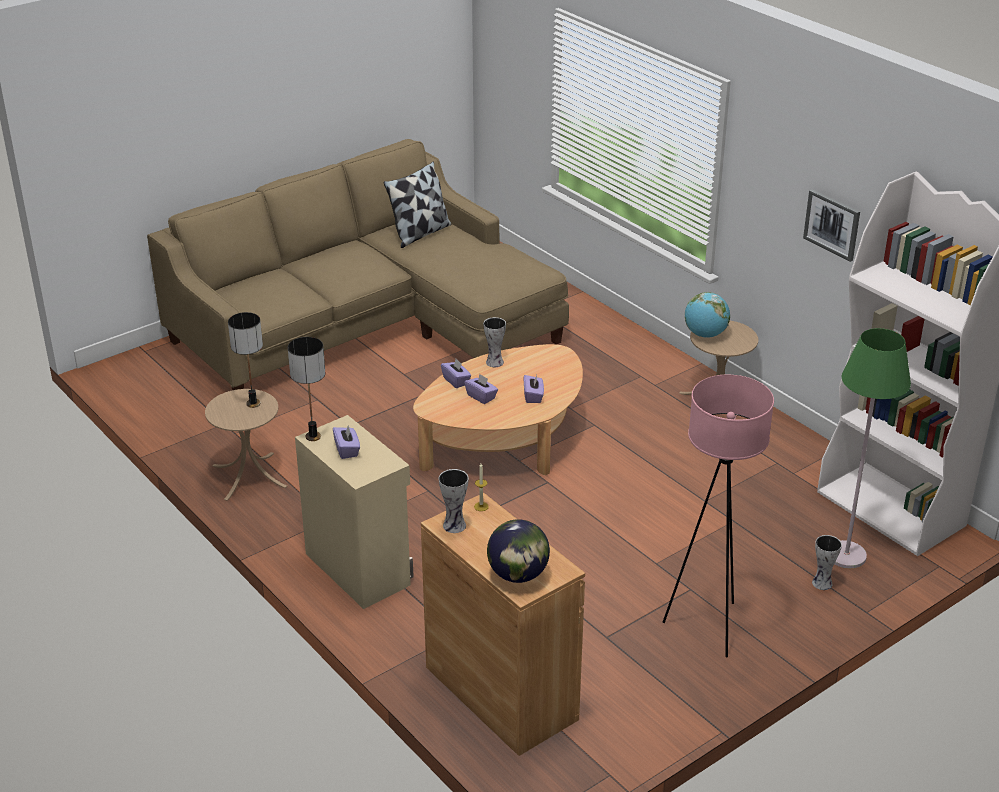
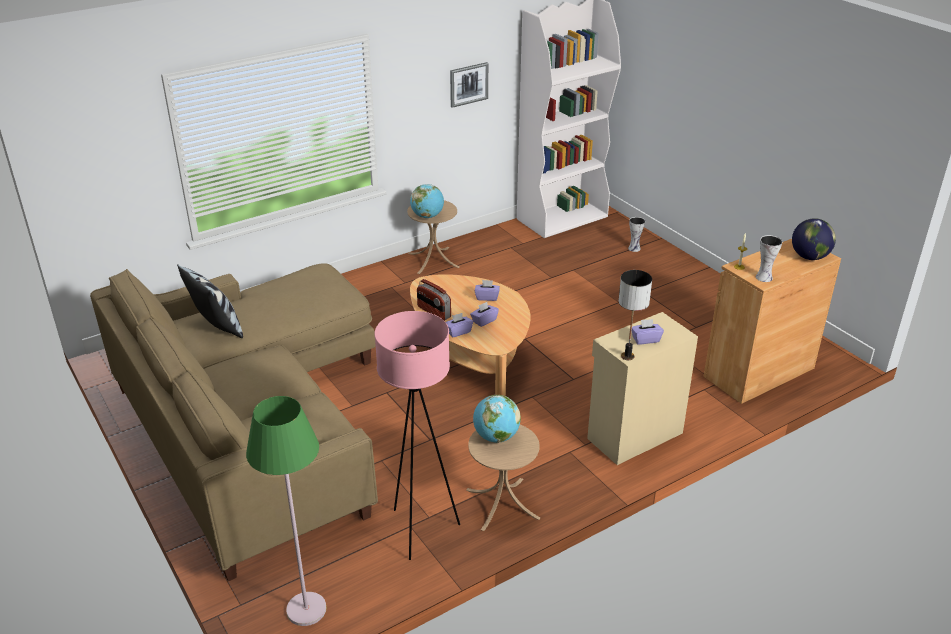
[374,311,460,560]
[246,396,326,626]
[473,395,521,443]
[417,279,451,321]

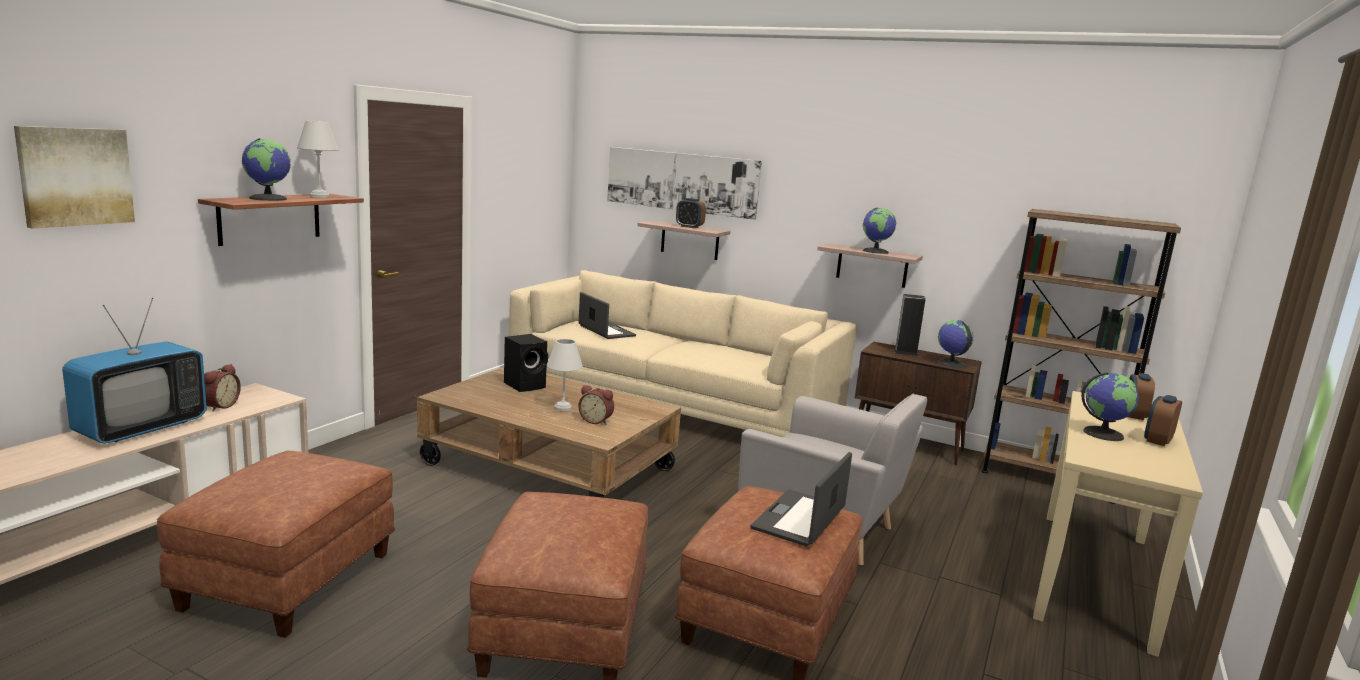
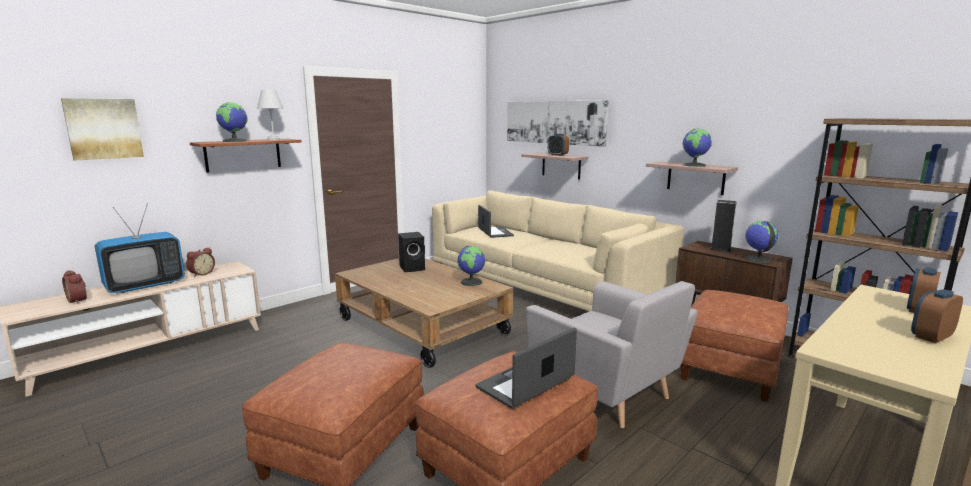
[547,339,583,411] (first image)
[681,290,789,402]
[62,270,87,304]
[457,246,485,286]

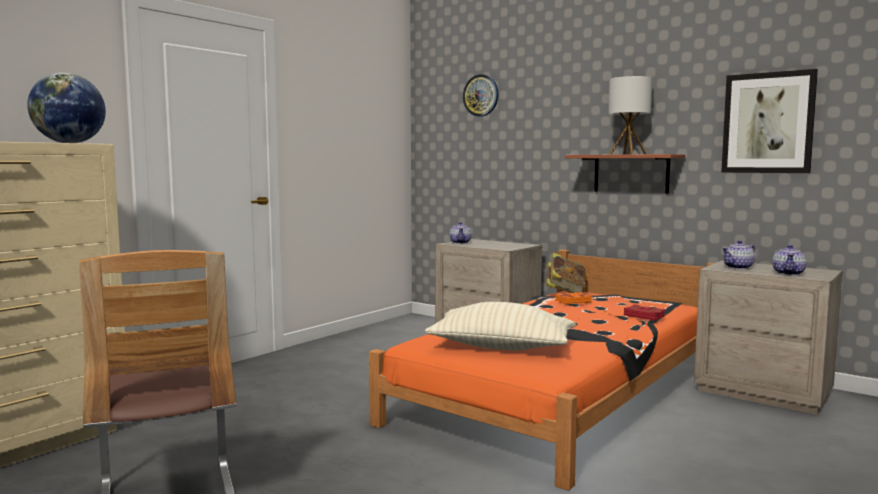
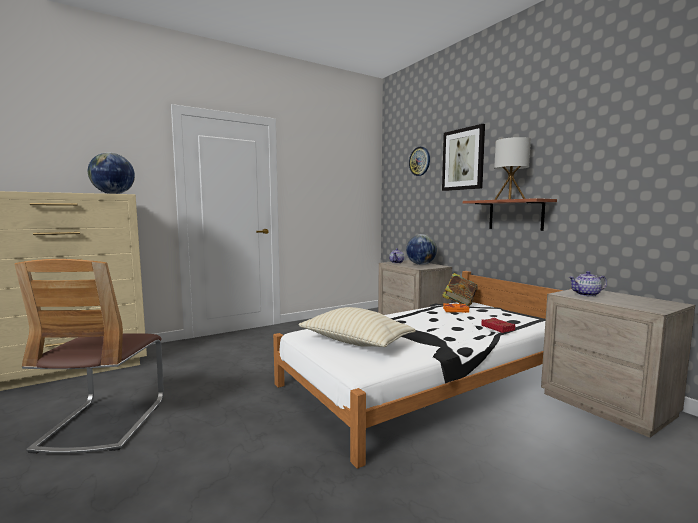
[772,245,807,275] (first image)
[406,234,437,265]
[442,124,485,191]
[273,271,564,469]

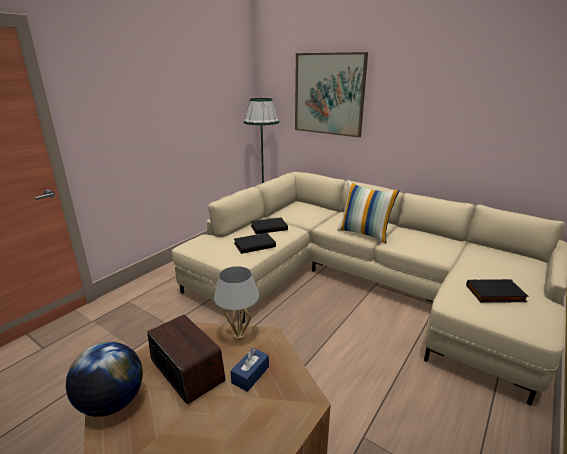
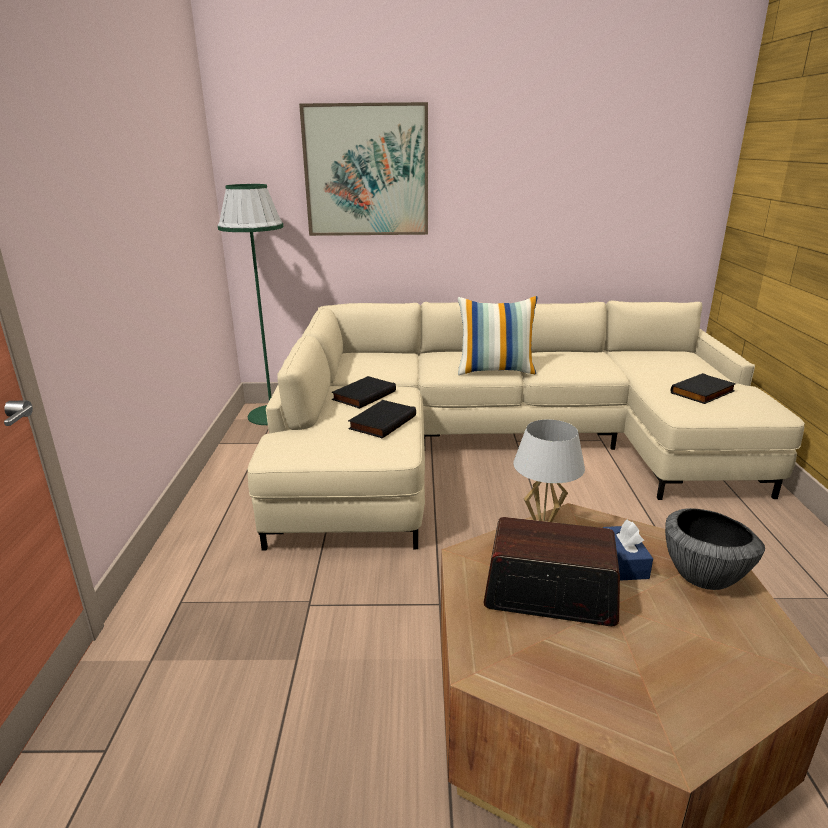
[66,342,143,417] (first image)
[665,508,765,590]

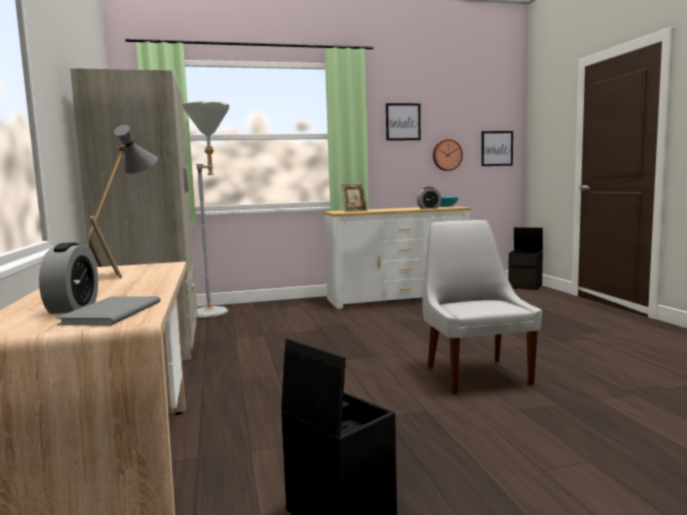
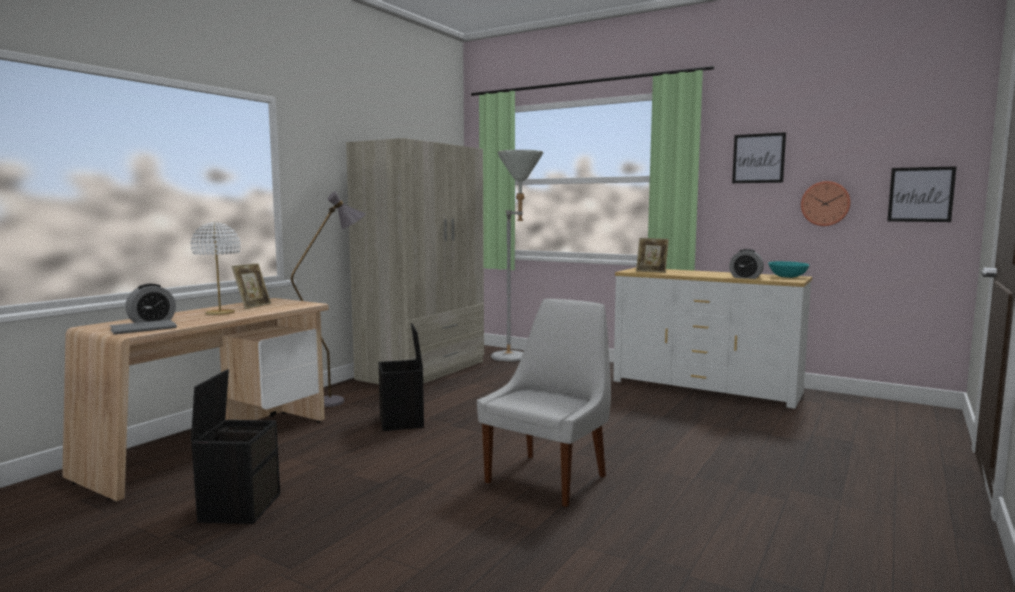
[191,222,241,315]
[379,323,424,431]

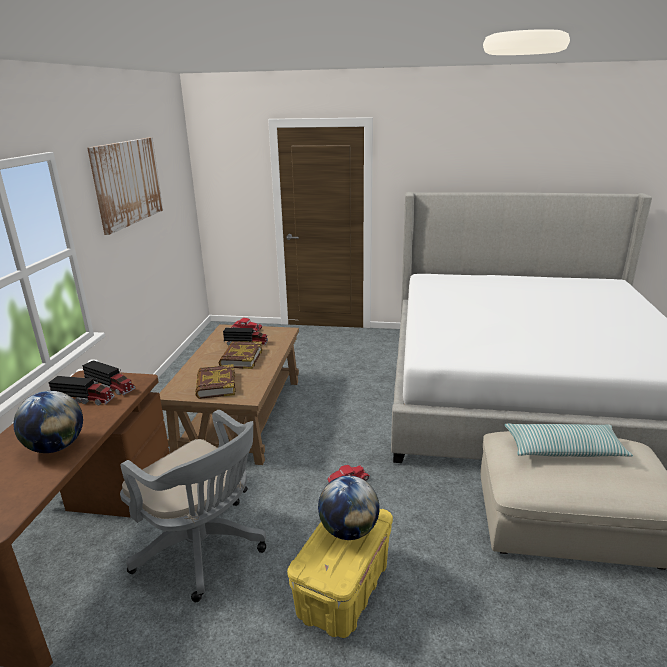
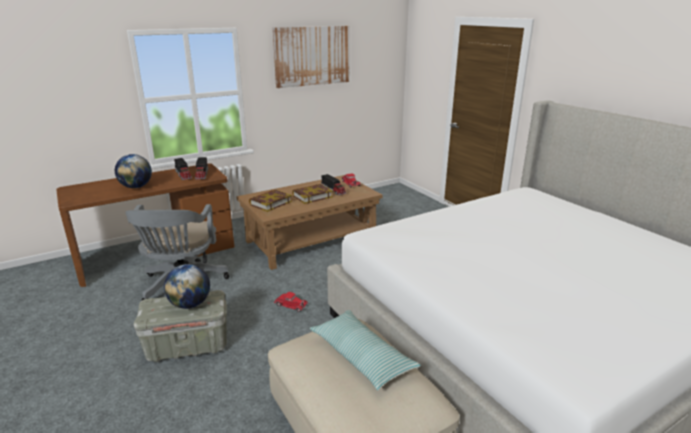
[134,290,227,362]

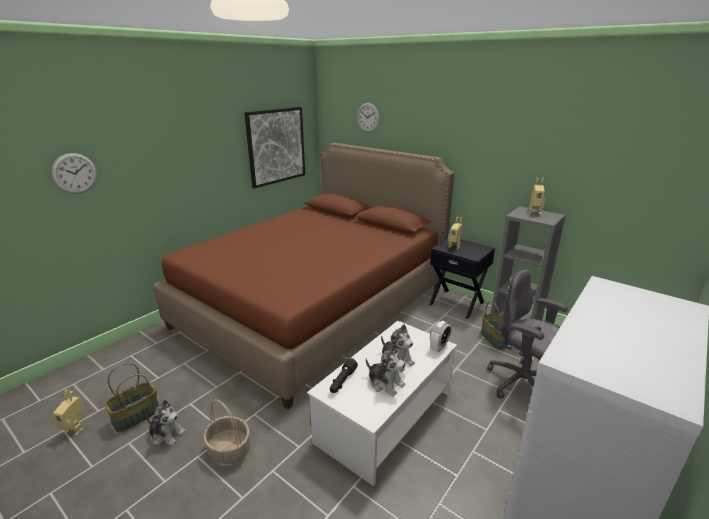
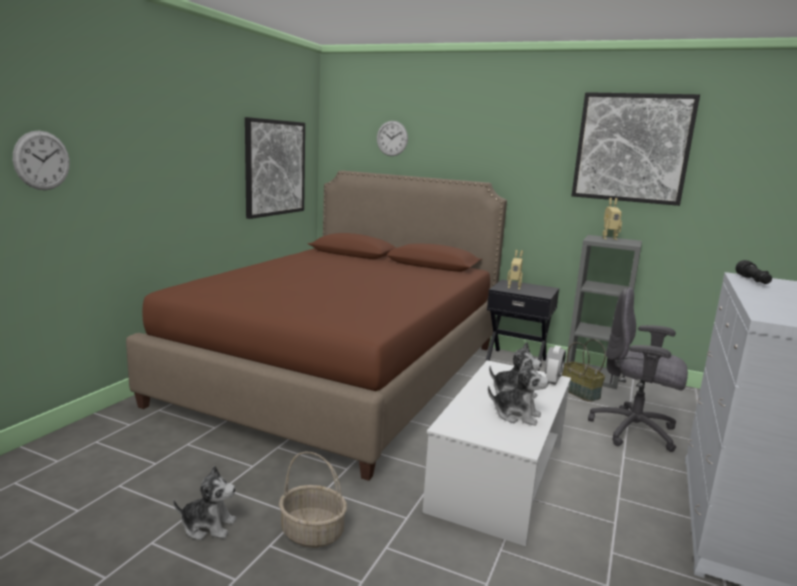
[53,390,84,436] (first image)
[104,363,159,432] (first image)
[572,92,700,206]
[735,260,772,284]

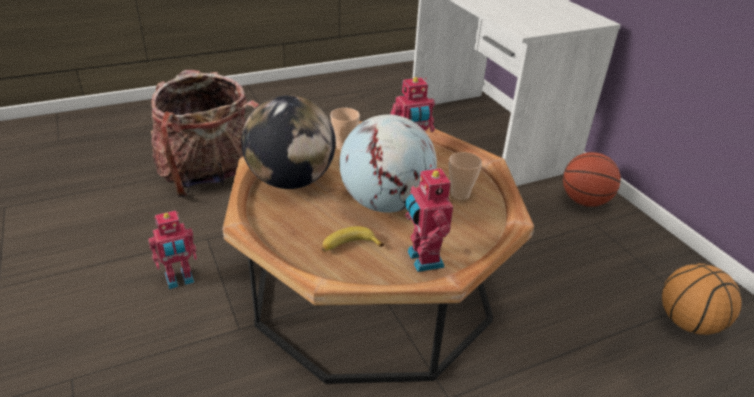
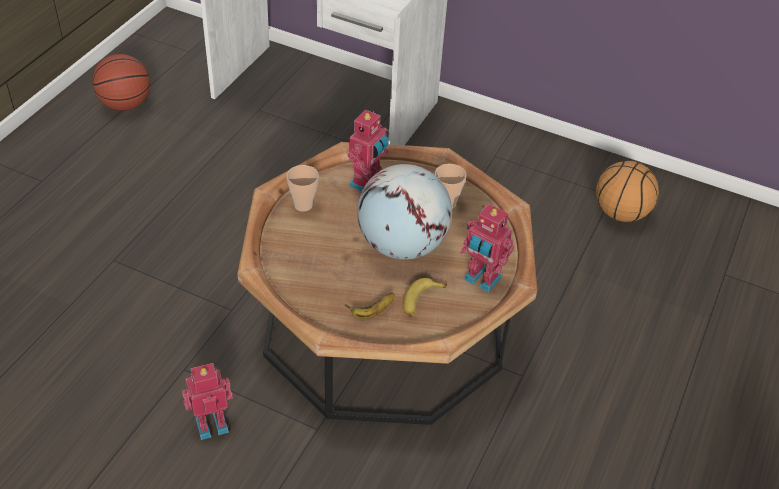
[151,70,259,197] (first image)
[241,95,336,189] (first image)
[344,293,395,319]
[92,54,150,111]
[182,363,233,440]

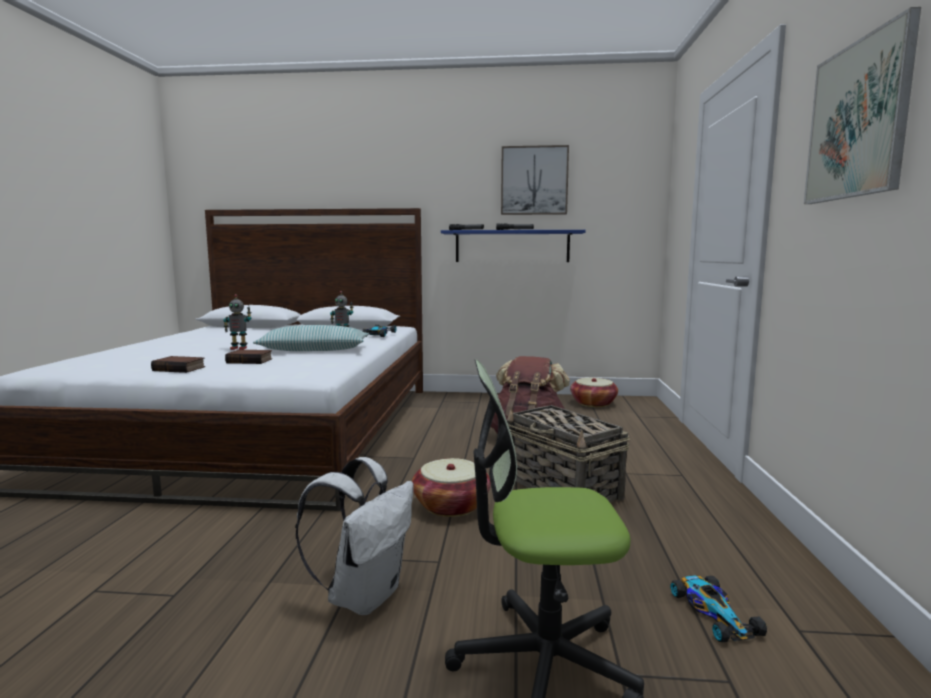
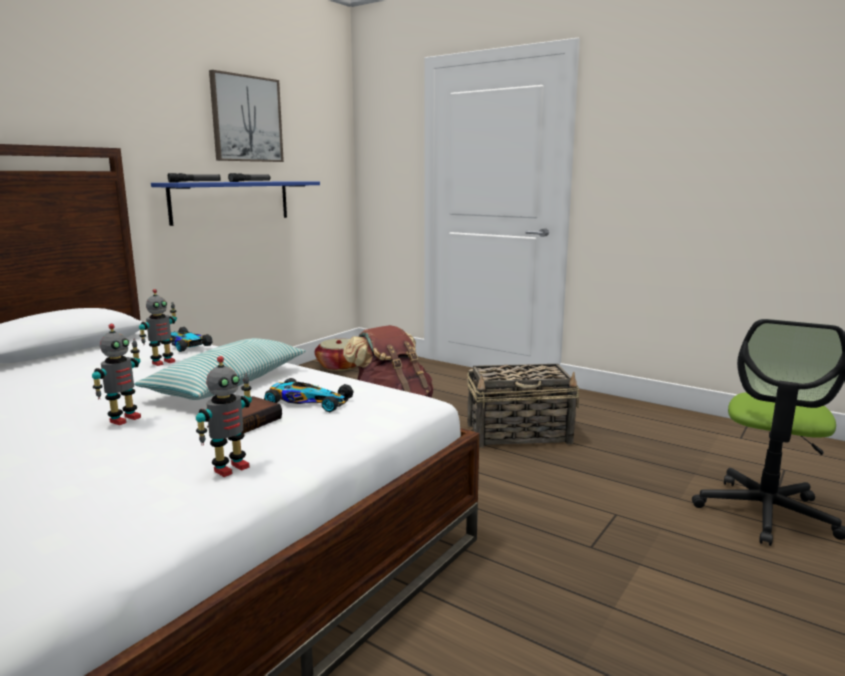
[295,457,414,615] (first image)
[412,458,491,517] (first image)
[804,7,921,204] (first image)
[264,378,354,412]
[196,356,252,477]

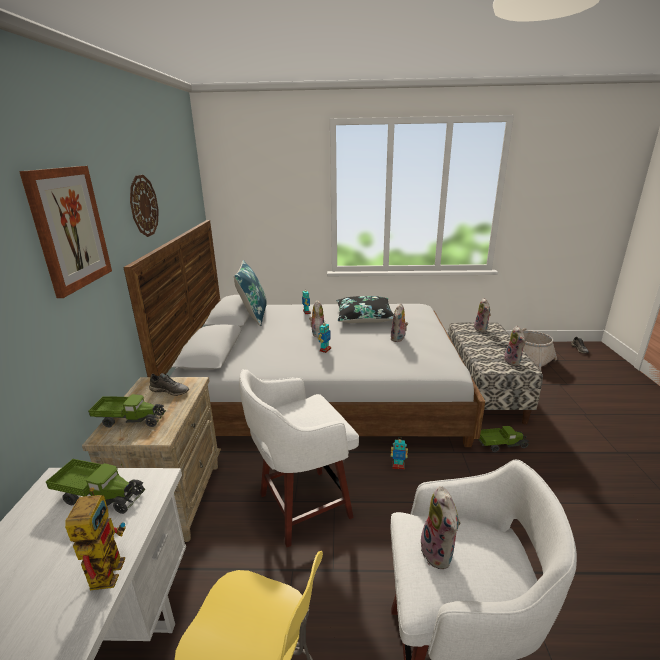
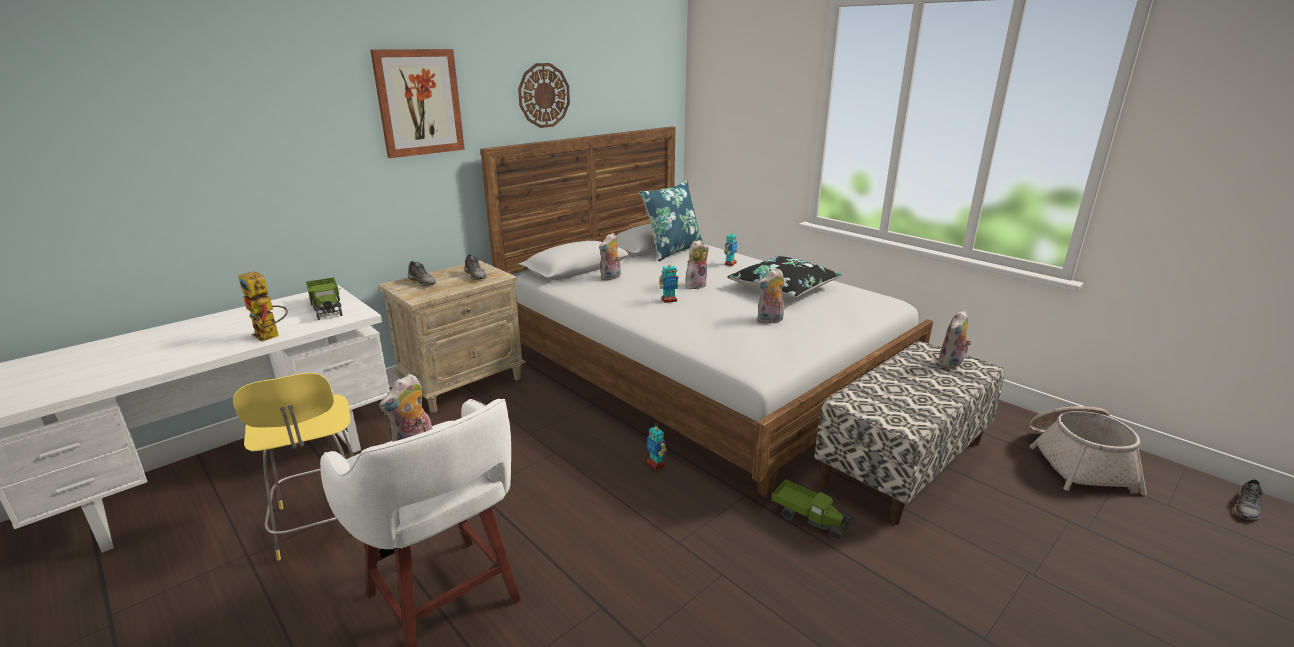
[239,369,359,547] (first image)
[599,233,621,281]
[408,261,436,286]
[238,271,288,342]

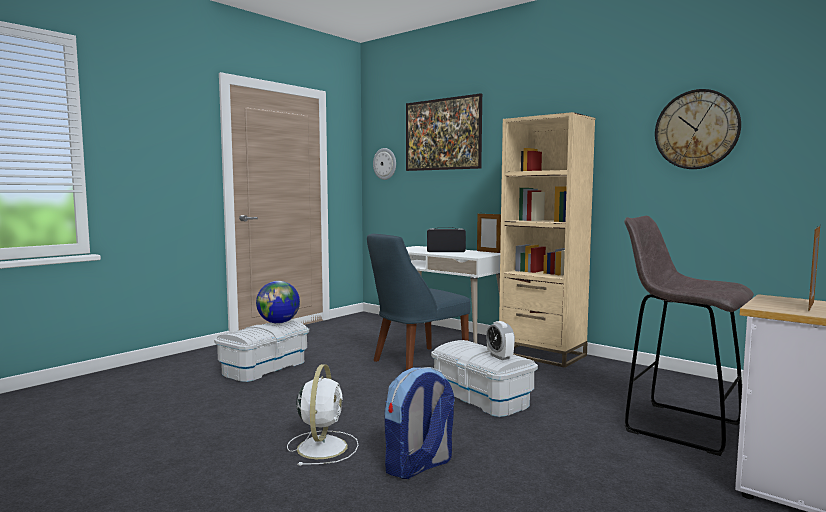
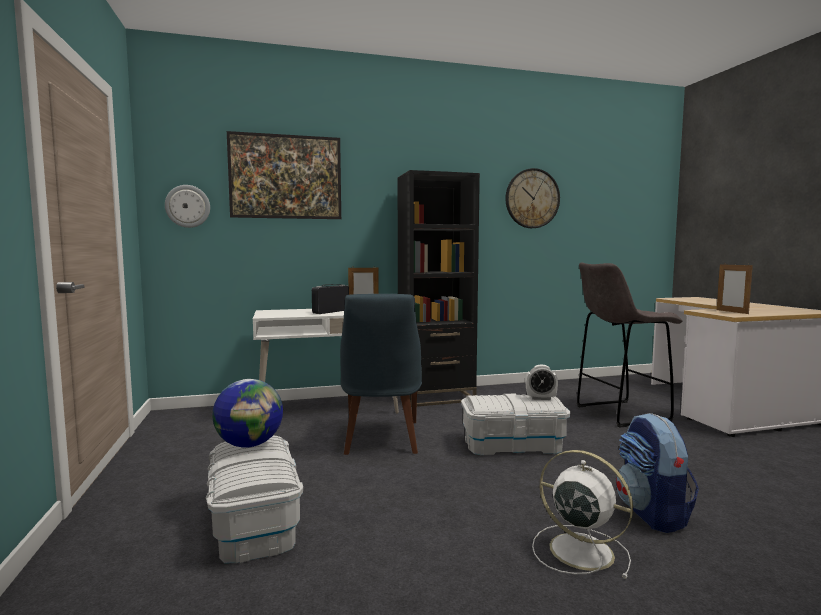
[397,170,480,407]

